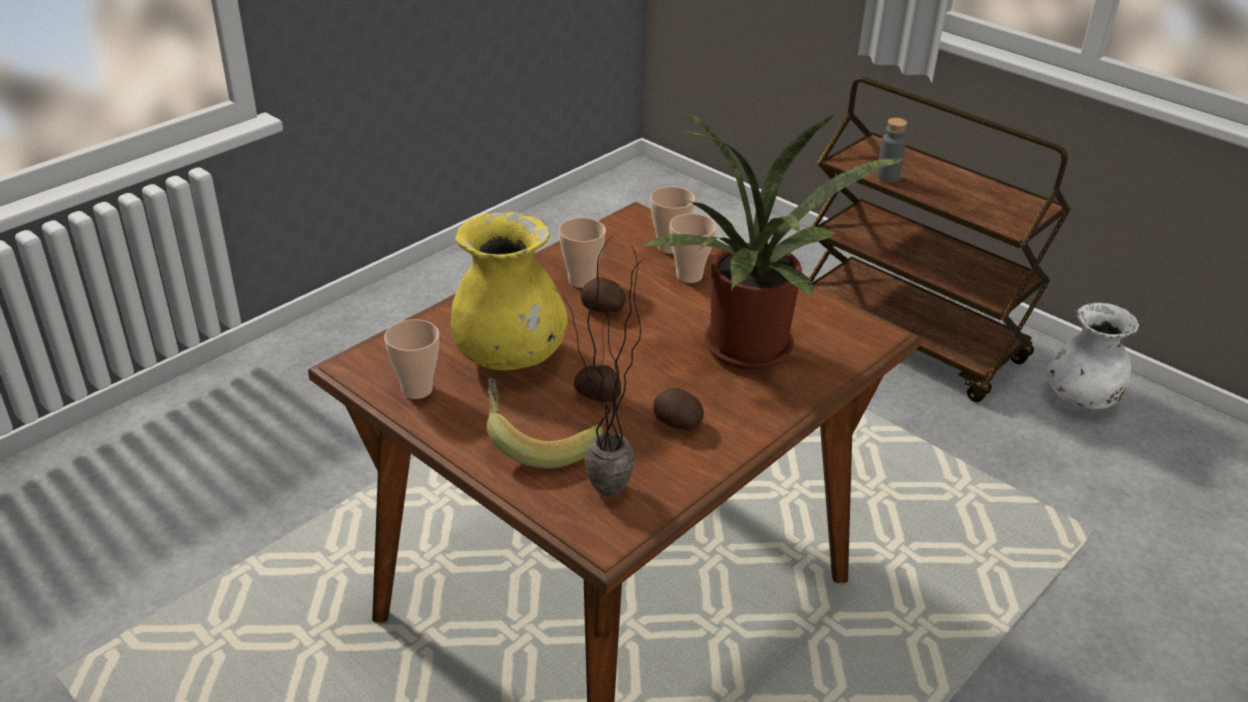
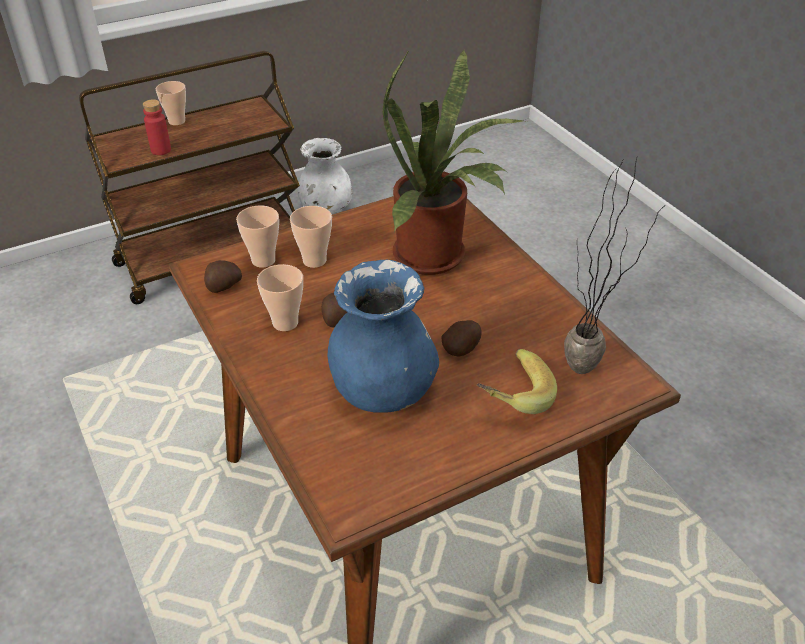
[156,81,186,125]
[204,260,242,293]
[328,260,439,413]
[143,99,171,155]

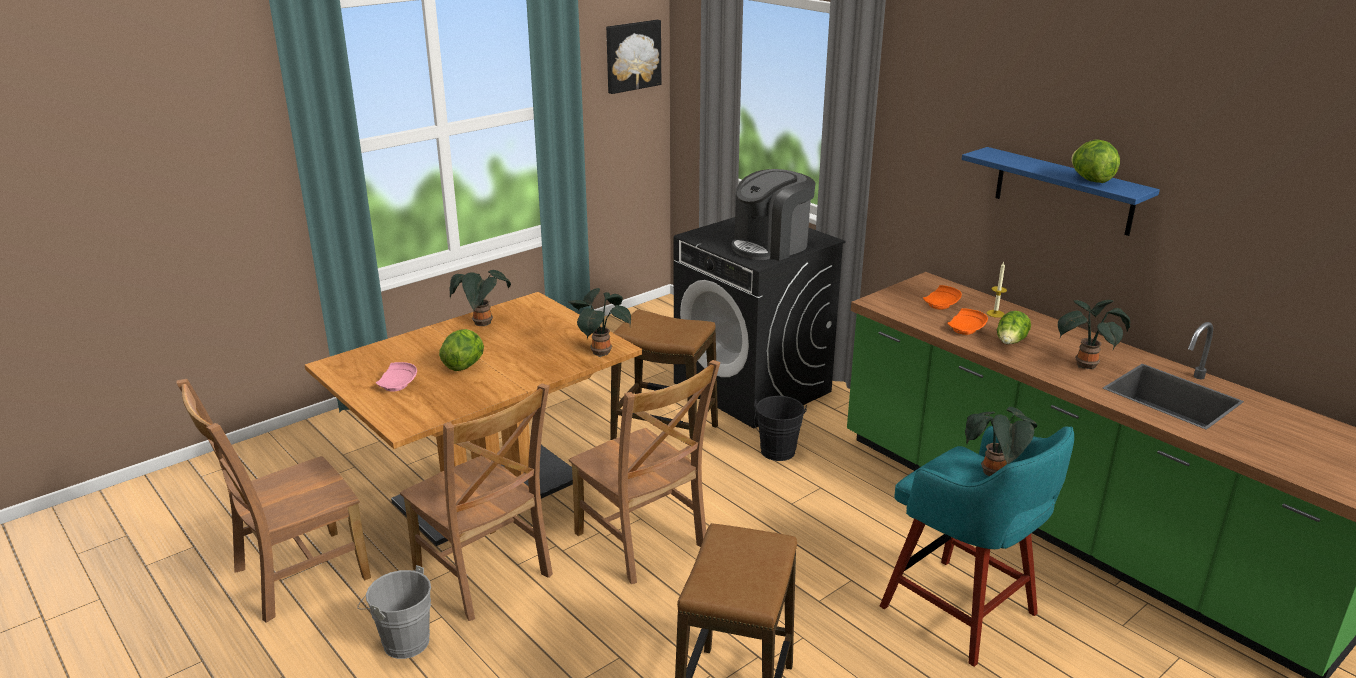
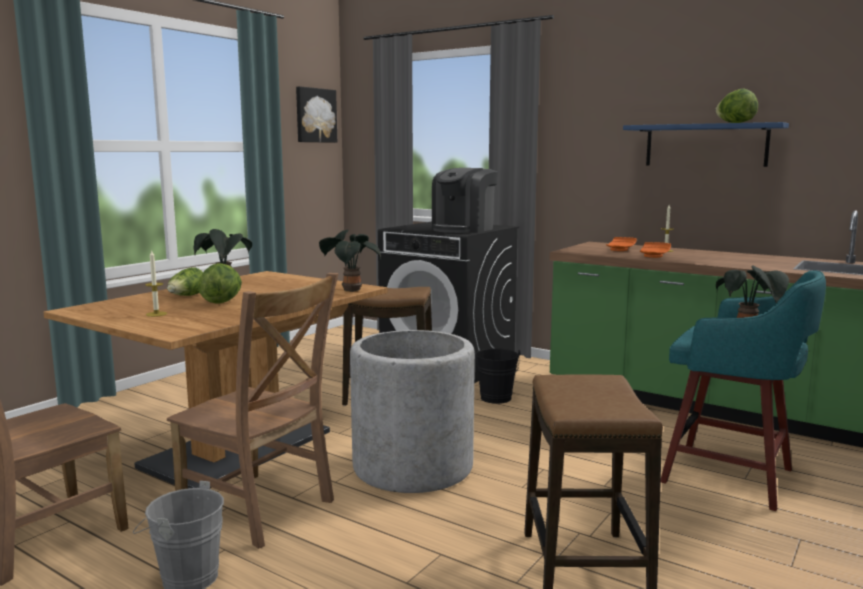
[1058,300,1130,369] (first image)
[167,267,203,296]
[145,250,167,317]
[350,330,475,493]

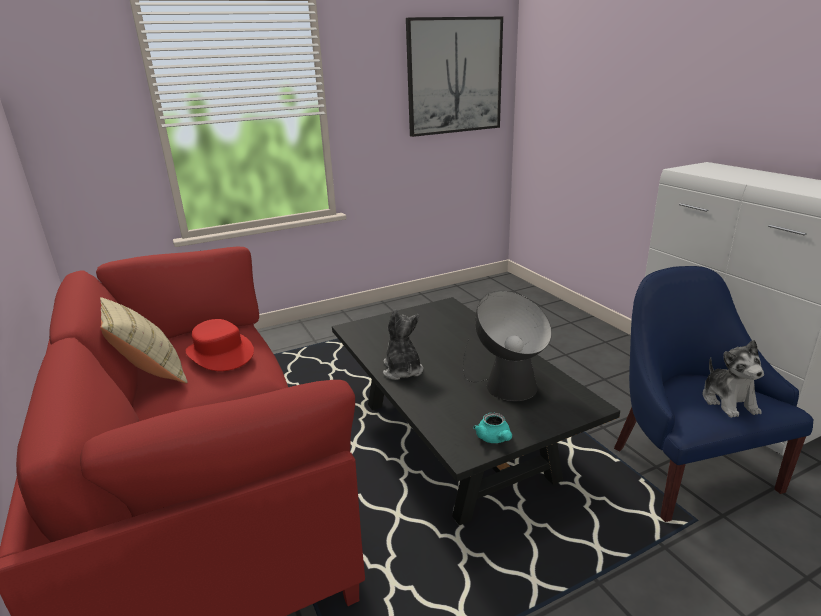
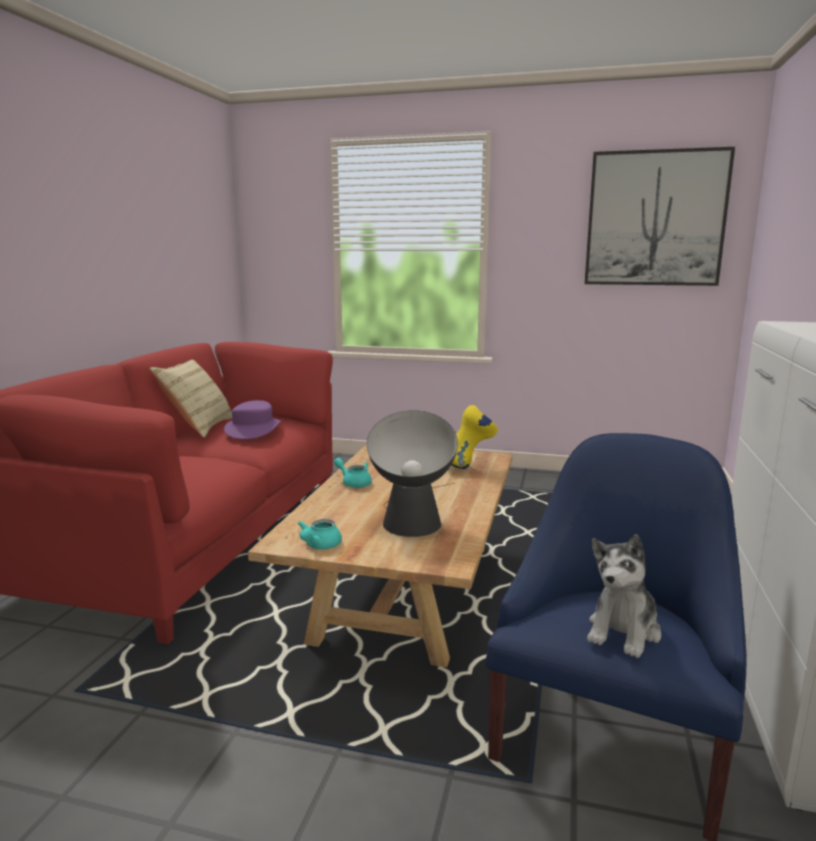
[451,405,498,469]
[334,458,372,488]
[224,400,281,439]
[248,444,513,667]

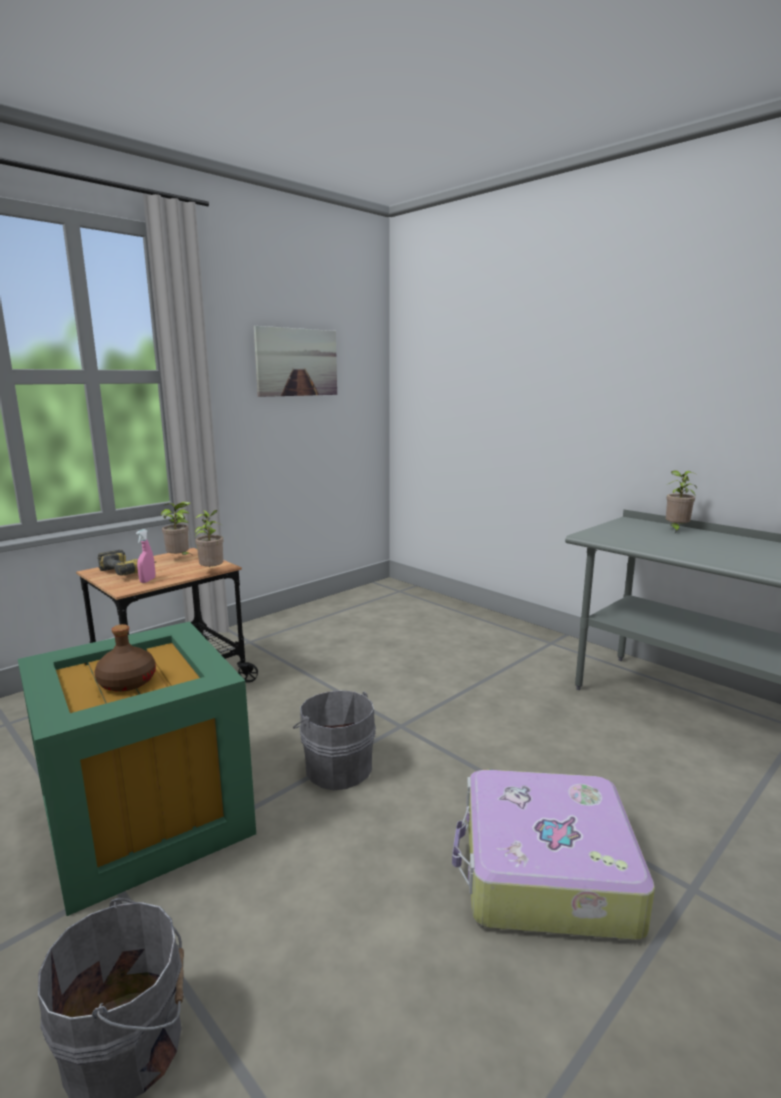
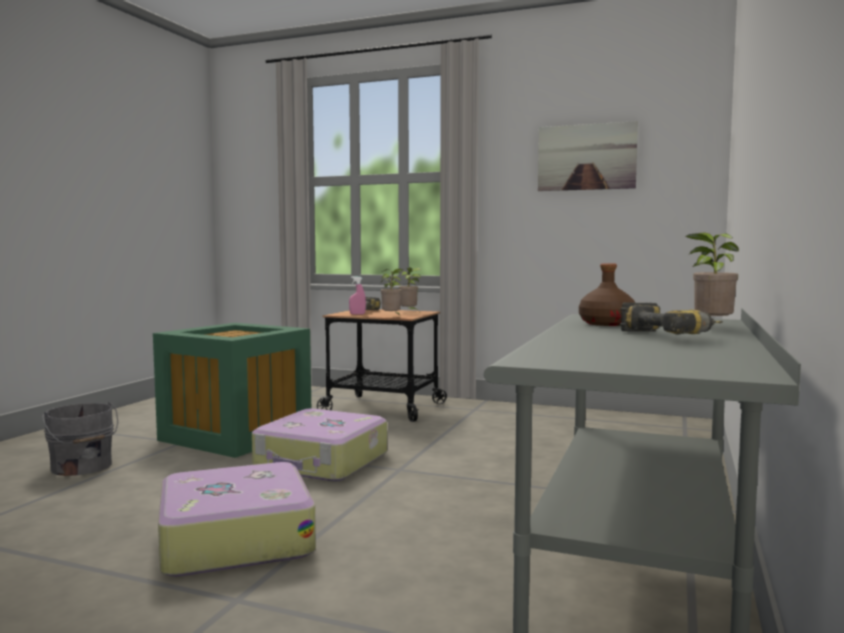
[620,303,723,335]
[579,263,635,326]
[252,408,387,481]

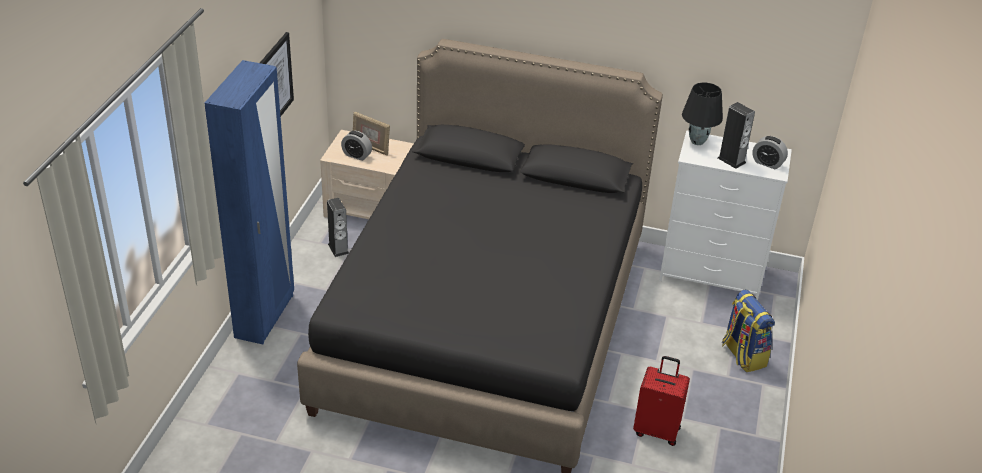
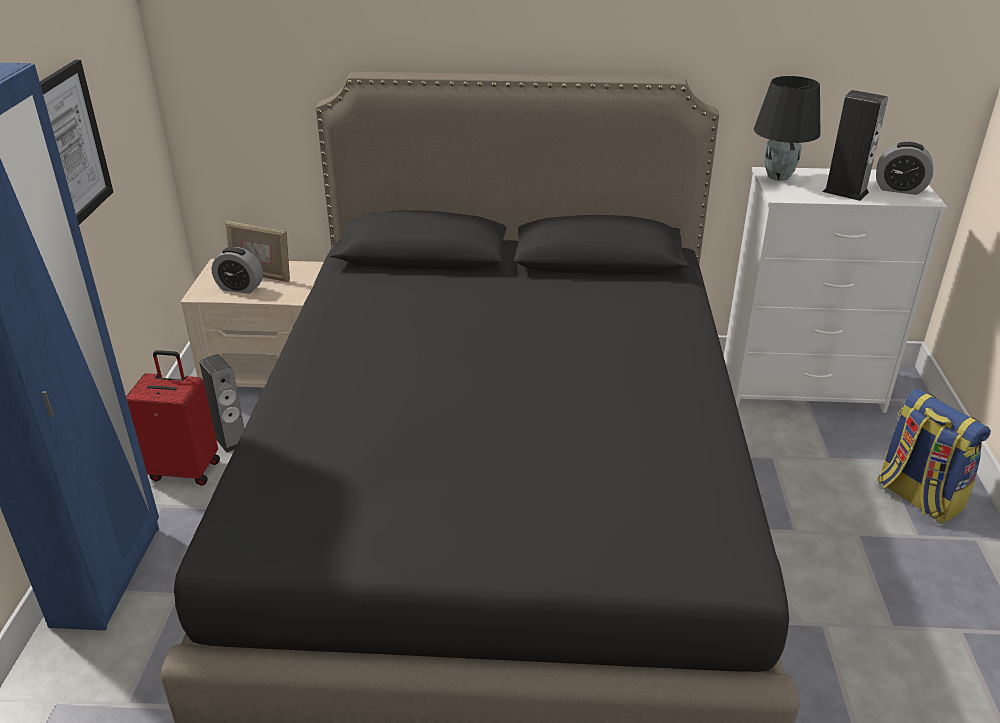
[126,350,220,486]

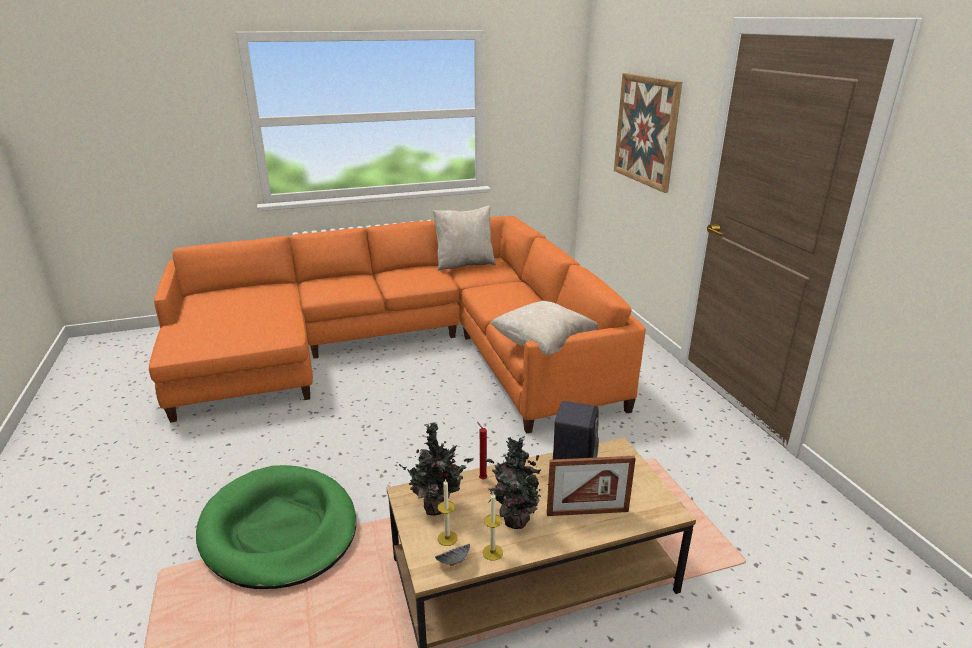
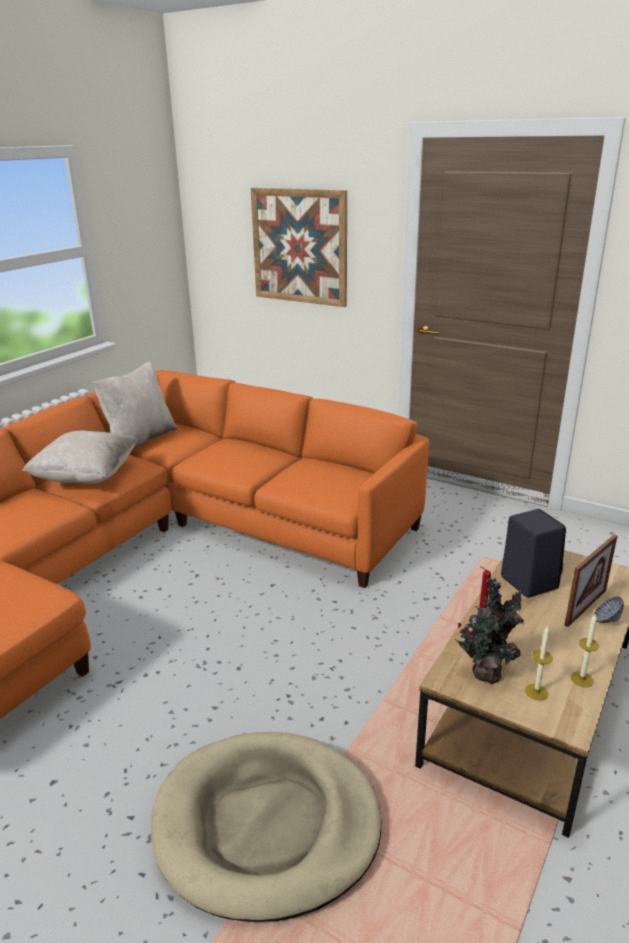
[485,436,549,529] (first image)
[594,597,624,623]
[22,431,138,484]
[151,732,381,922]

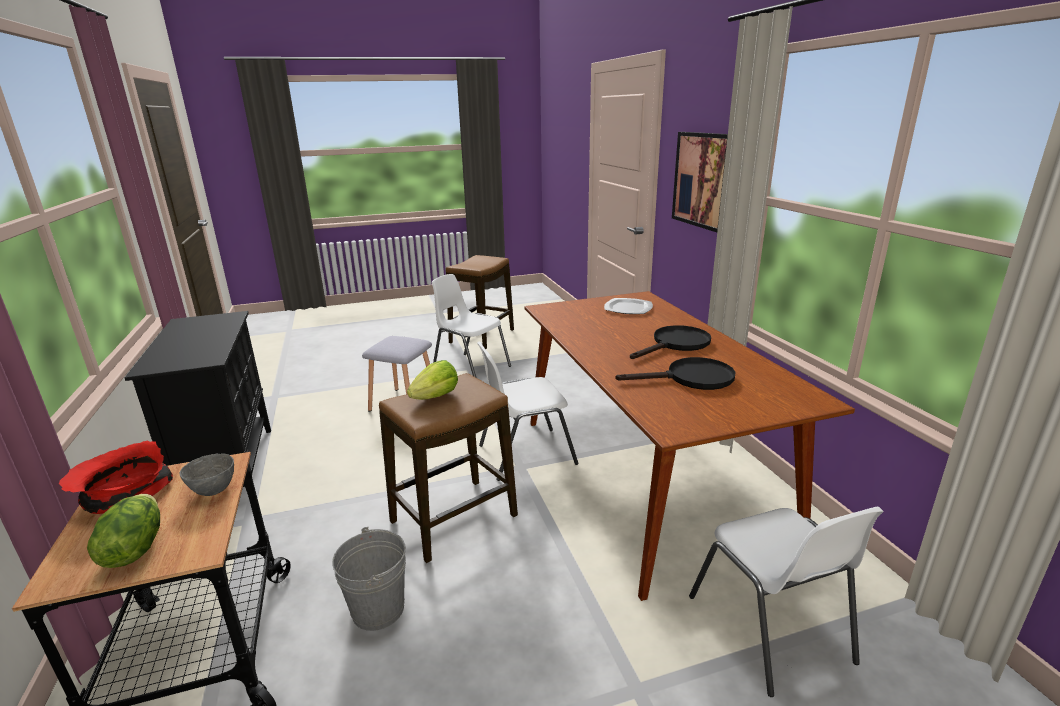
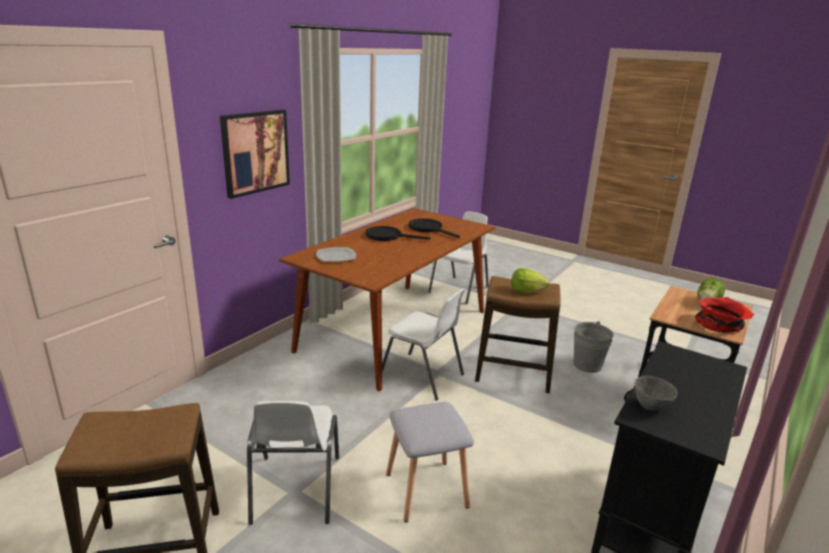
[635,376,677,411]

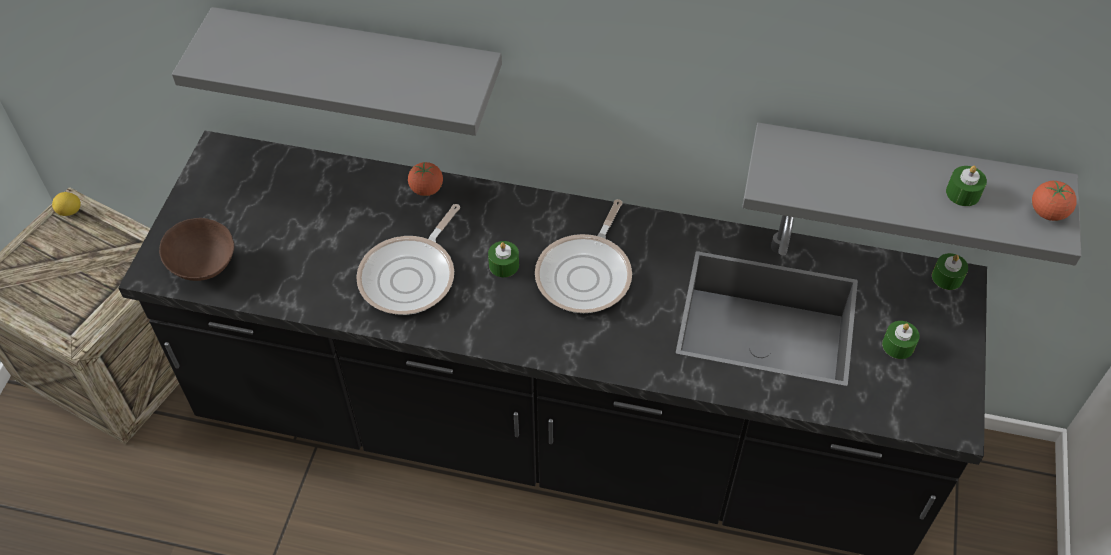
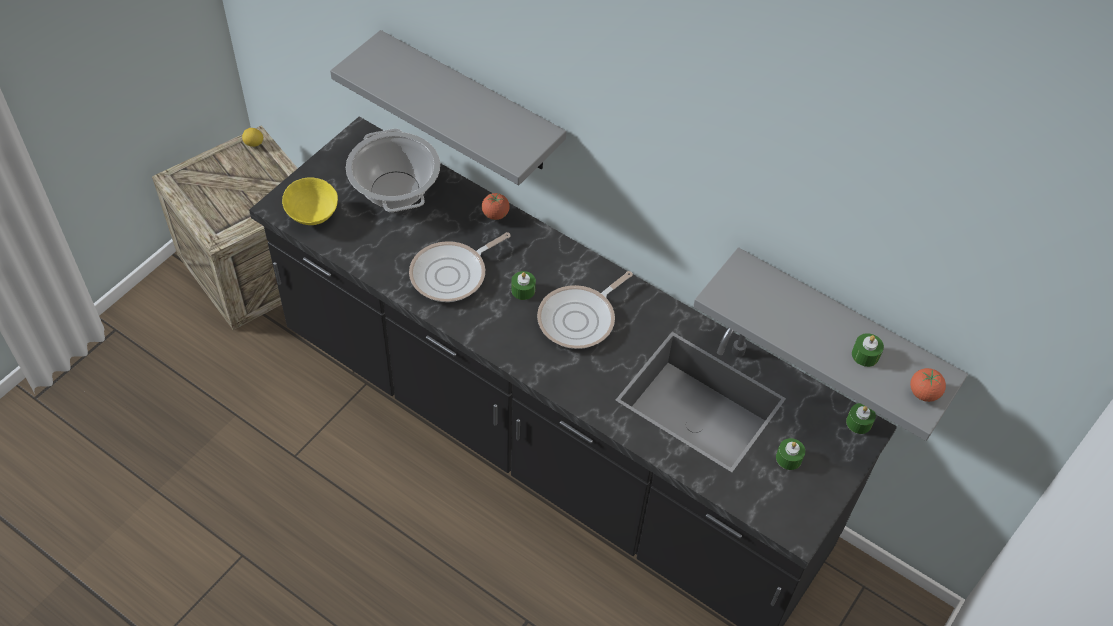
[346,129,440,212]
[282,178,338,225]

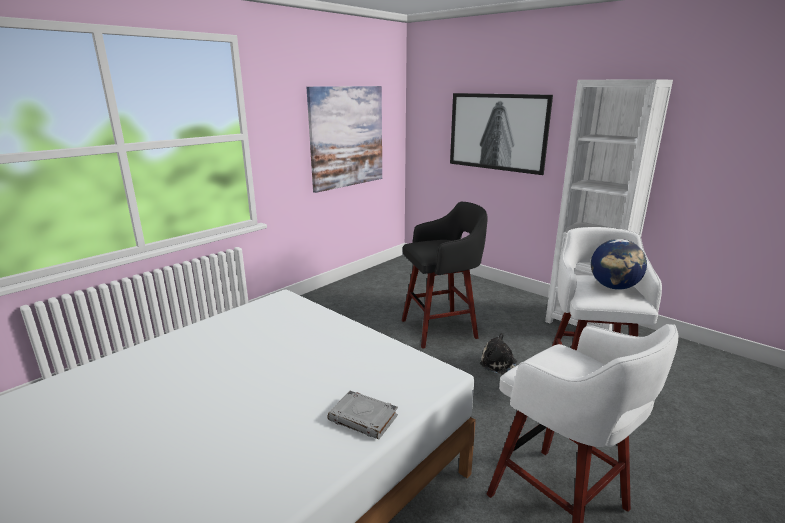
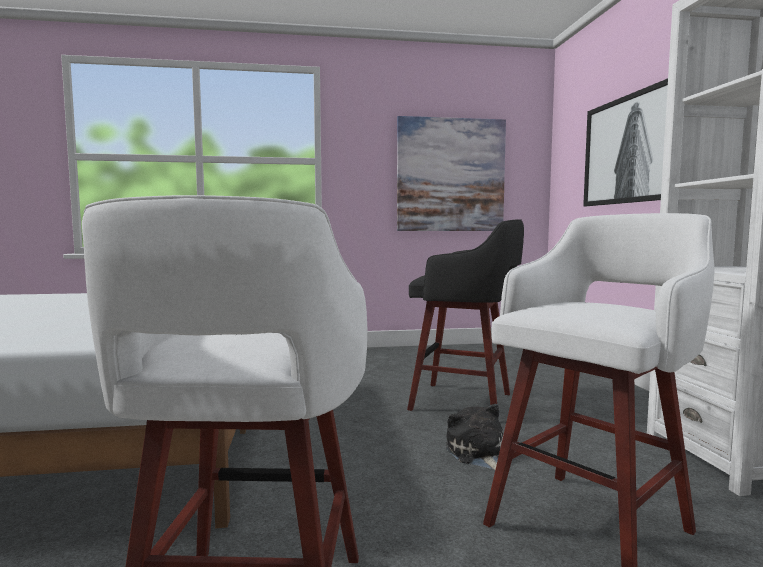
[327,391,398,439] (first image)
[591,239,647,290] (first image)

